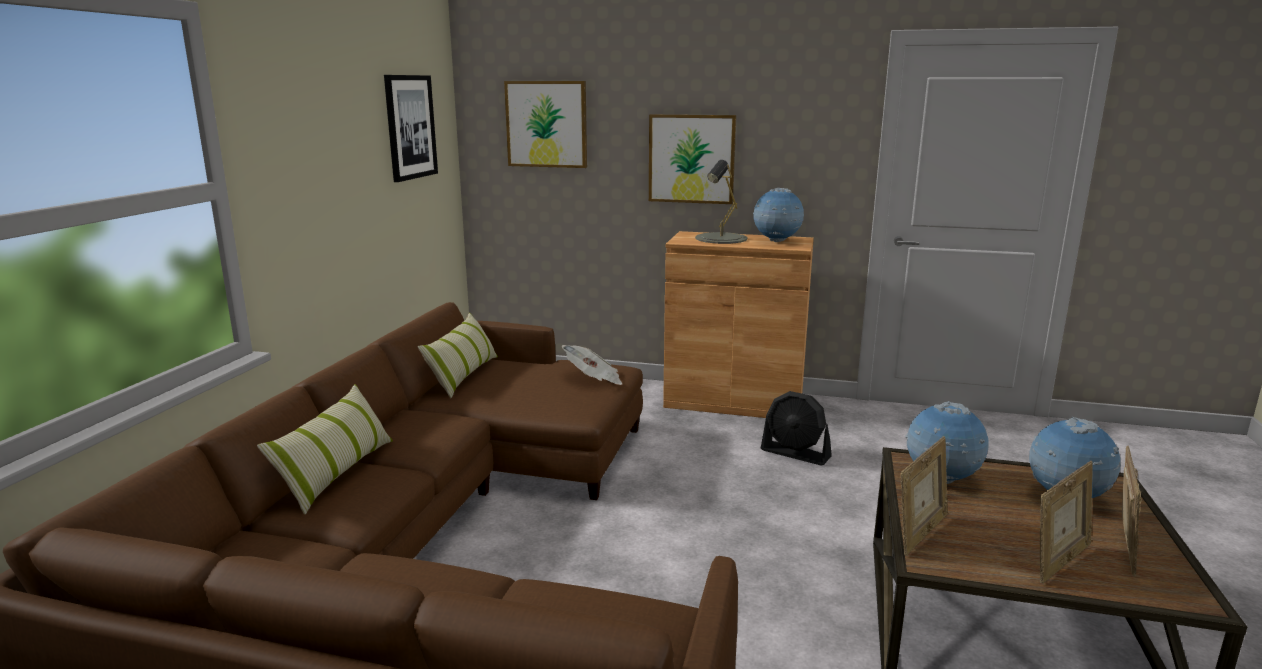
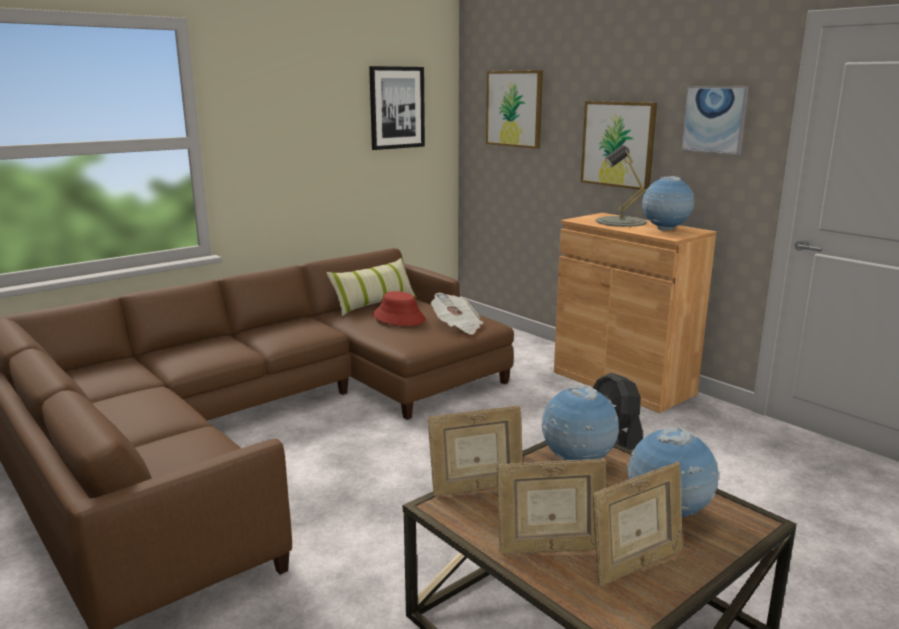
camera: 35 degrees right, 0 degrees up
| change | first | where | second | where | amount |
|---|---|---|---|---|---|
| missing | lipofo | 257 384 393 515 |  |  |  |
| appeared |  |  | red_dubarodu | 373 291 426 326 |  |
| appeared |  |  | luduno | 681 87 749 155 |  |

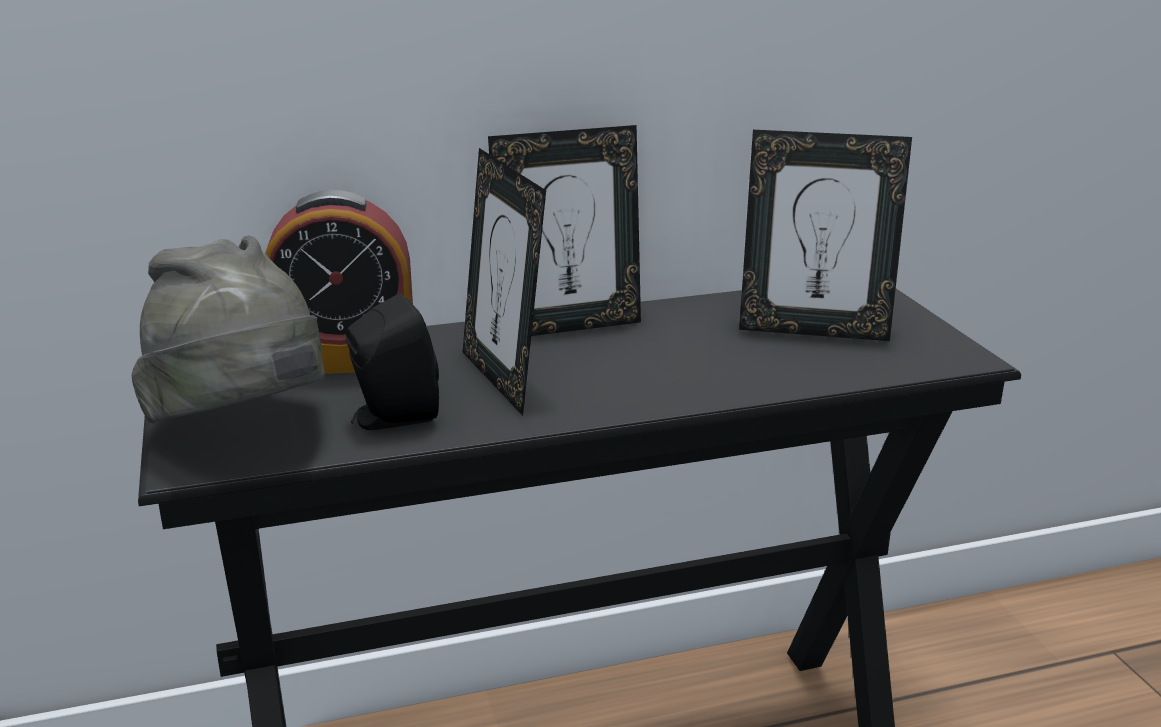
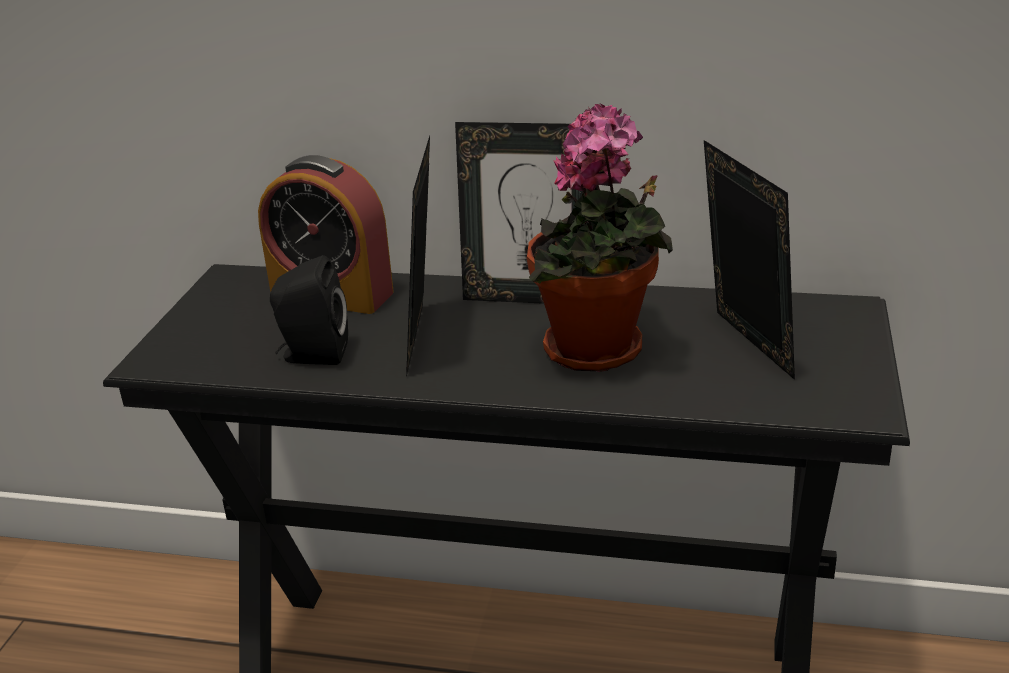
camera: 30 degrees right, 5 degrees up
| change | first | where | second | where | amount |
|---|---|---|---|---|---|
| missing | grey_dubarodu | 131 235 325 424 |  |  |  |
| appeared |  |  | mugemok | 527 103 673 372 |  |
| spun | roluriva | 739 130 912 341 |  | 704 140 795 380 | 150 degrees counterclockwise |

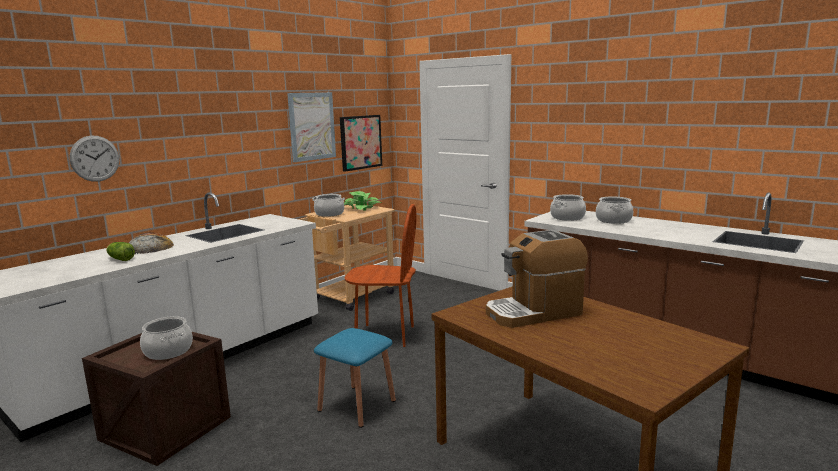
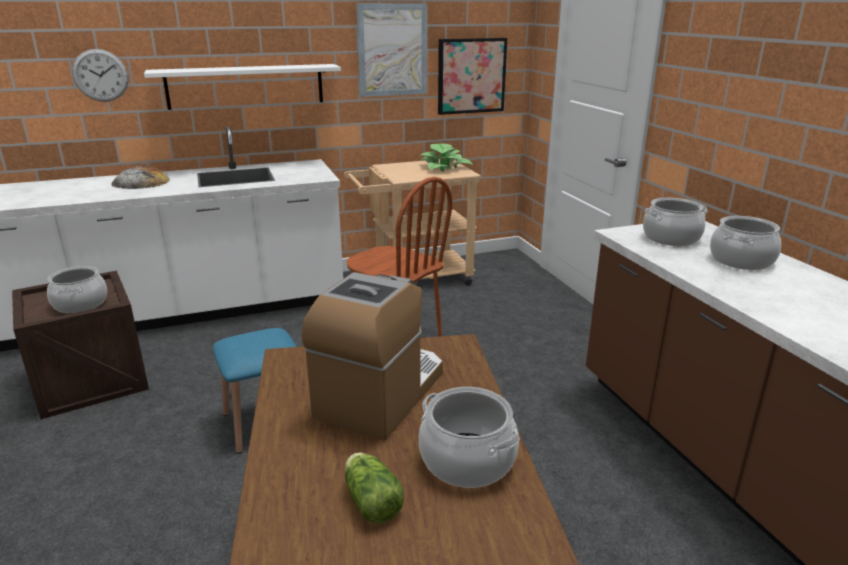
camera: 30 degrees right, 10 degrees up
| change | first | where | second | where | amount |
|---|---|---|---|---|---|
| appeared |  |  | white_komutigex | 144 64 341 110 |  |
| relocated | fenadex | 106 242 135 261 |  | 345 452 404 524 |  |
| relocated | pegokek | 312 194 345 217 |  | 419 387 520 488 |  |
| spun | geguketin | 486 230 588 328 |  | 301 272 443 441 | 105 degrees clockwise |

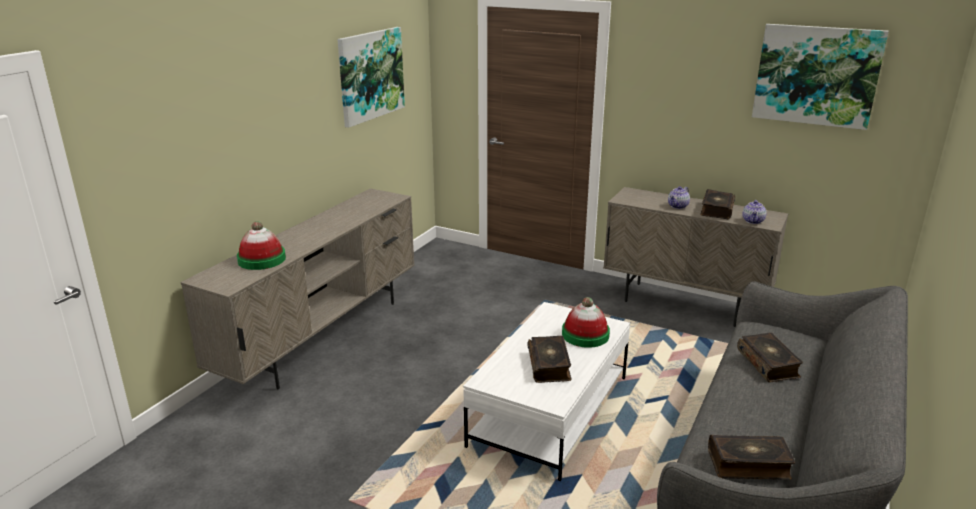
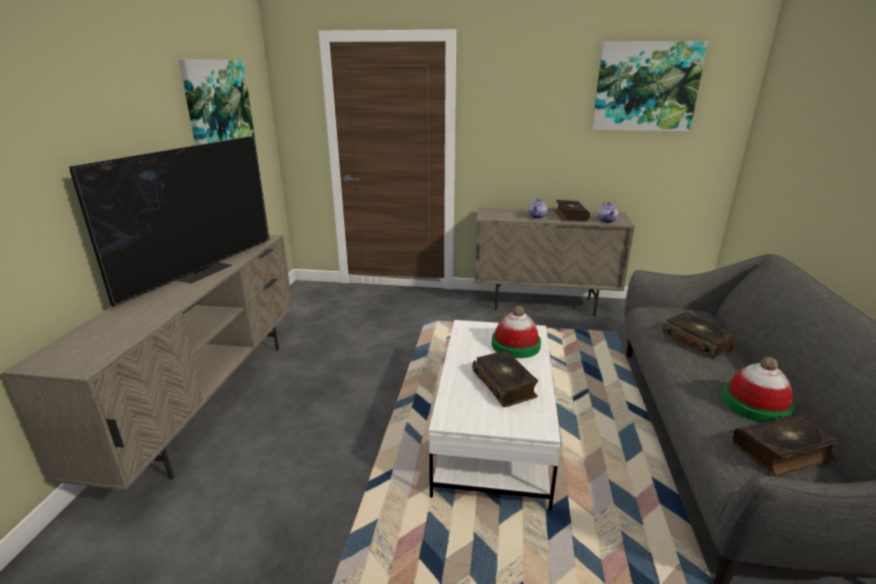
camera: 20 degrees left, 0 degrees up
| change | first | where | second | where | amount |
|---|---|---|---|---|---|
| appeared |  |  | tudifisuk | 69 136 270 307 |  |
| relocated | dubarodu | 237 221 286 270 |  | 722 357 795 423 |  |

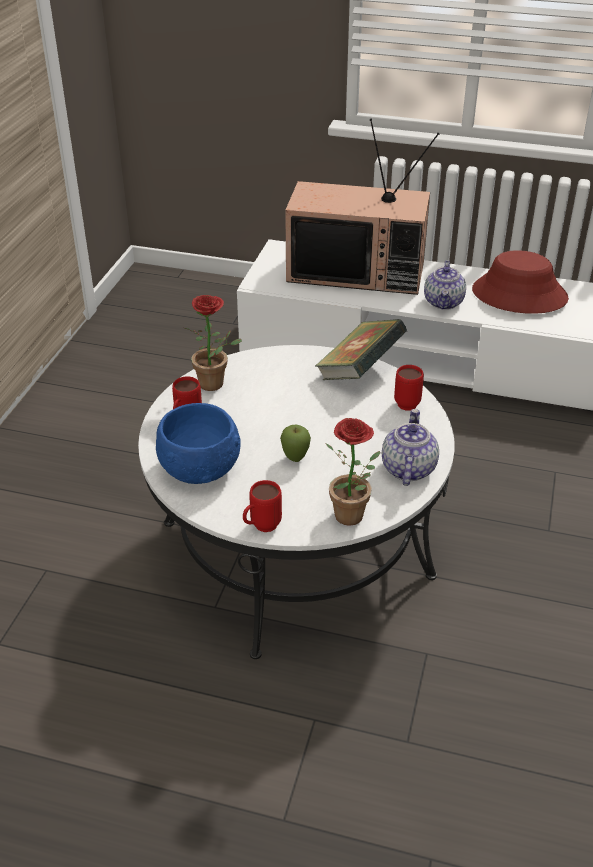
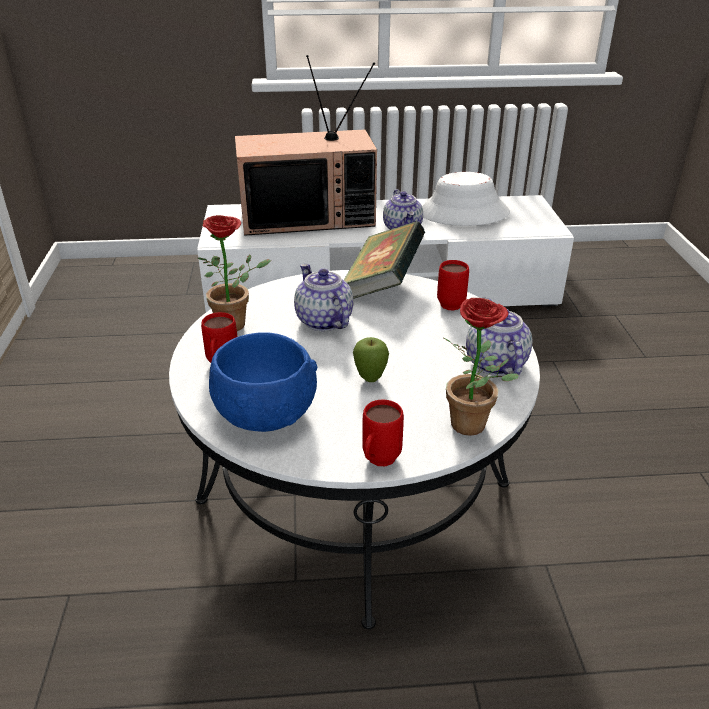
camera: 20 degrees left, 5 degrees down
| change | first | where | second | where | amount |
|---|---|---|---|---|---|
| appeared |  |  | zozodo | 294 264 354 331 |  |
| colour | red_dubarodu | 472 250 569 314 | white_dubarodu | 422 172 510 226 |  |

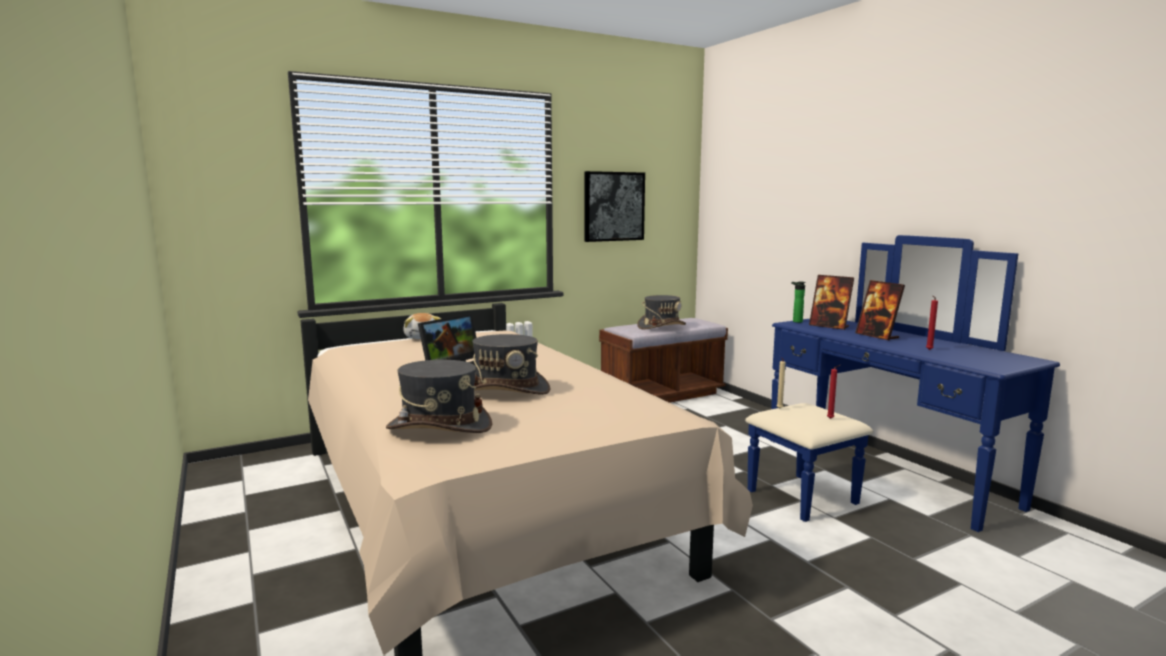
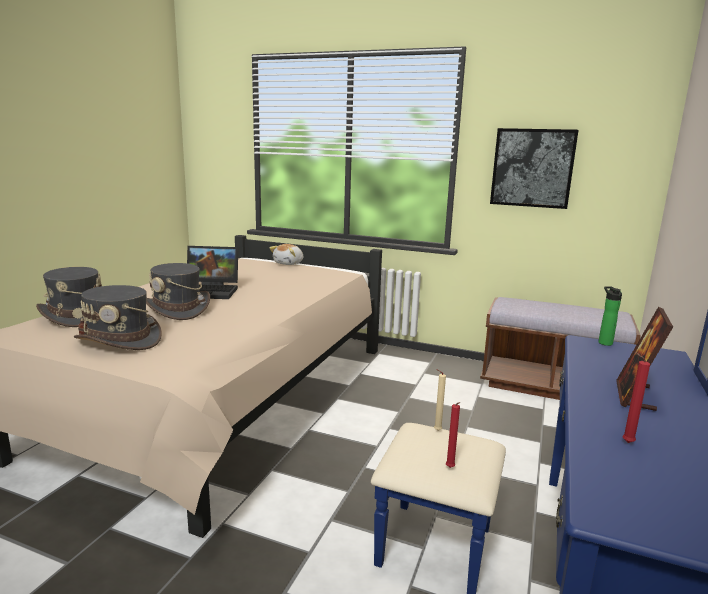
camera: 50 degrees right, 5 degrees up
| change | first | where | second | where | amount |
|---|---|---|---|---|---|
| missing | roluriva | 809 275 854 330 |  |  |  |
| relocated | grey_dubarodu | 637 295 686 329 |  | 74 285 162 350 |  |

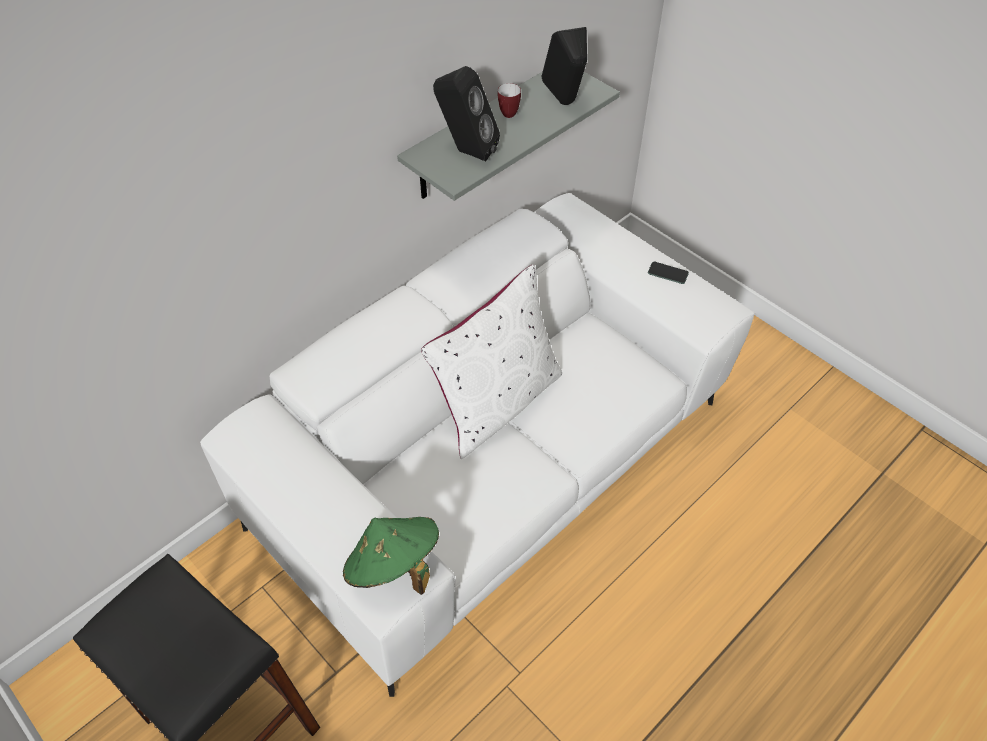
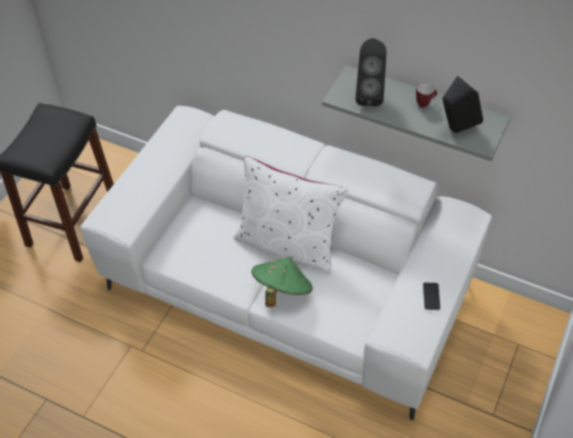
camera: 70 degrees right, 0 degrees up
| change | first | where | second | where | amount |
|---|---|---|---|---|---|
| relocated | green_dubarodu | 343 517 439 595 |  | 251 257 313 307 |  |

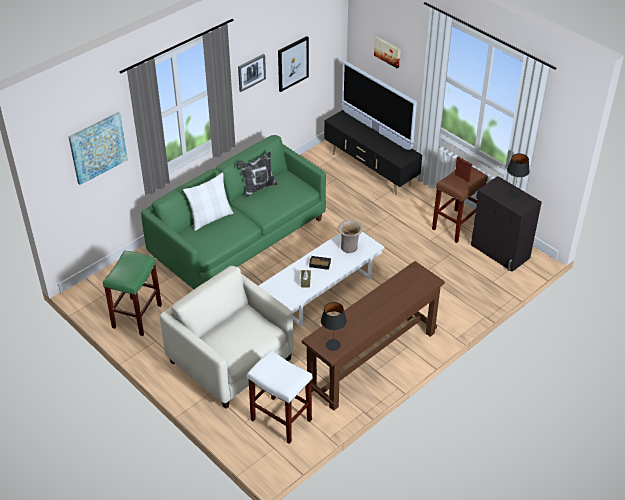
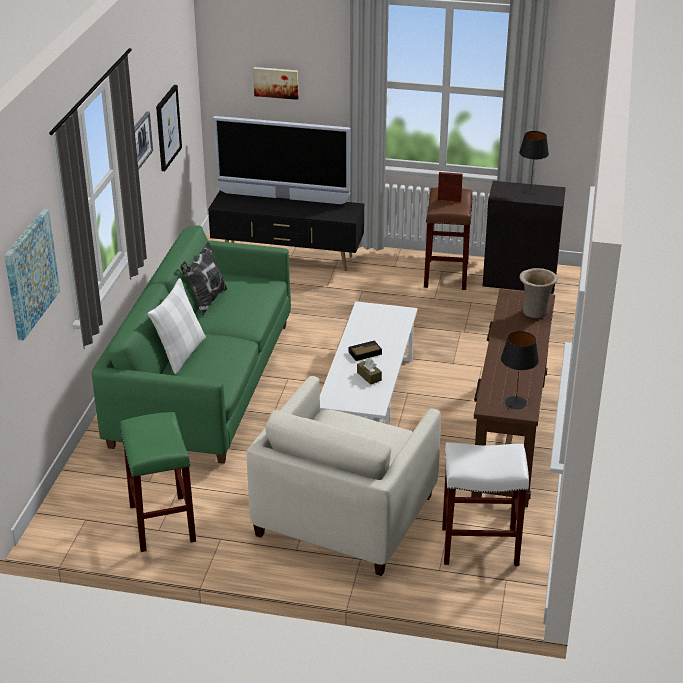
camera: 35 degrees left, 10 degrees down
| change | first | where | second | where | amount |
|---|---|---|---|---|---|
| relocated | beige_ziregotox | 338 220 363 253 |  | 520 268 558 318 |  |
| spun | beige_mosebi | 160 266 294 409 |  | 247 376 441 576 | 75 degrees counterclockwise |

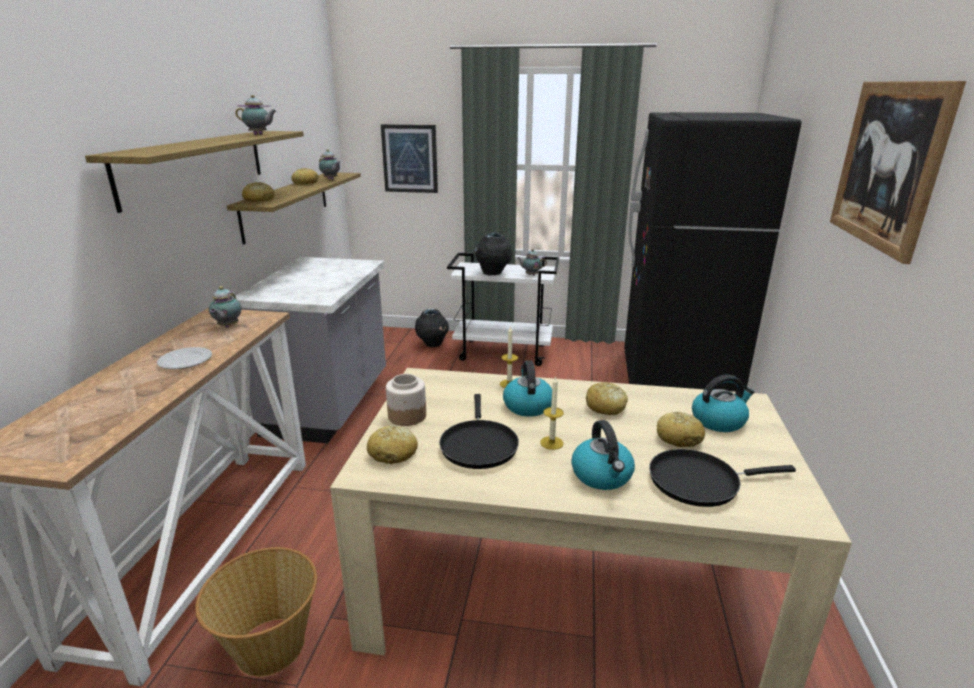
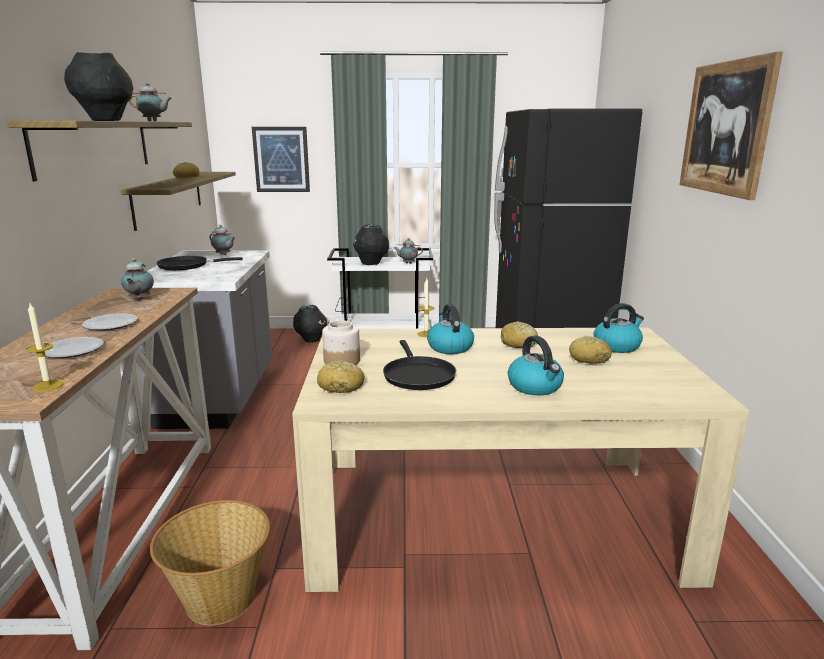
camera: 10 degrees left, 5 degrees down
| change | first | where | second | where | amount |
|---|---|---|---|---|---|
| missing | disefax | 242 182 274 202 |  |  |  |
| appeared |  |  | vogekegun | 45 337 104 358 |  |
| appeared |  |  | black_ziregotox | 64 52 133 121 |  |
| relocated | zozodo | 319 149 341 180 |  | 209 225 236 255 |  |
| relocated | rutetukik | 540 376 564 450 |  | 26 303 64 392 |  |
| relocated | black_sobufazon | 649 449 796 507 |  | 157 256 243 270 |  |

